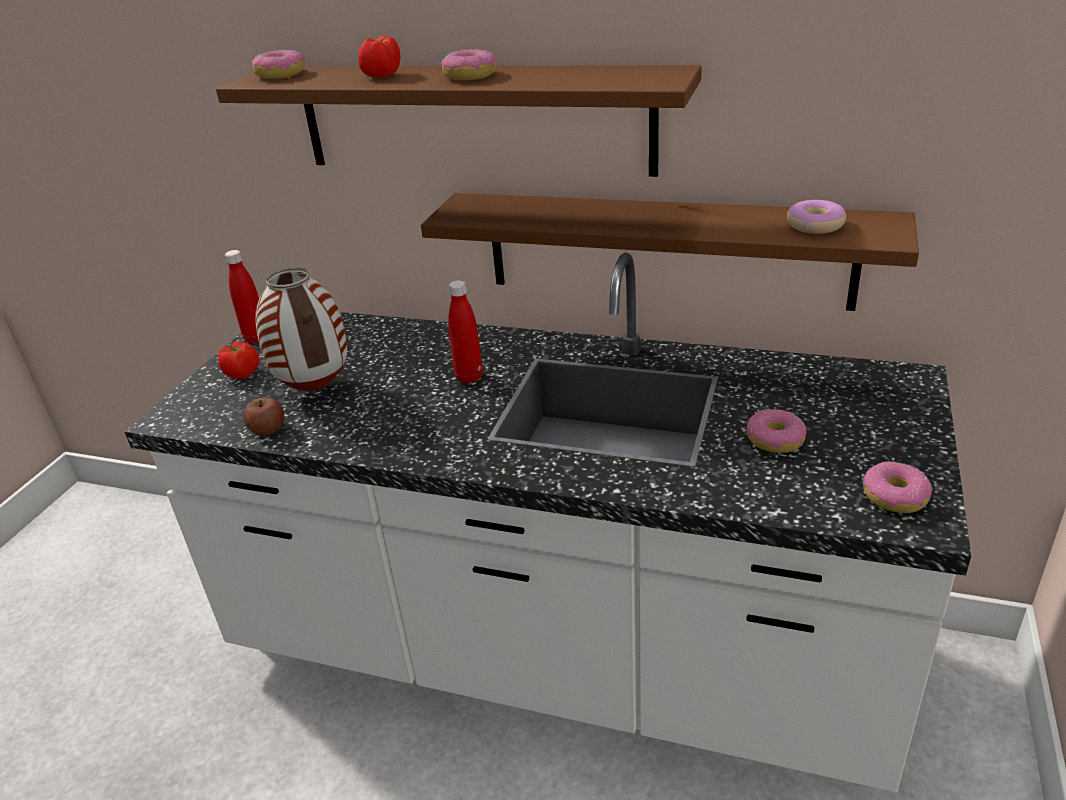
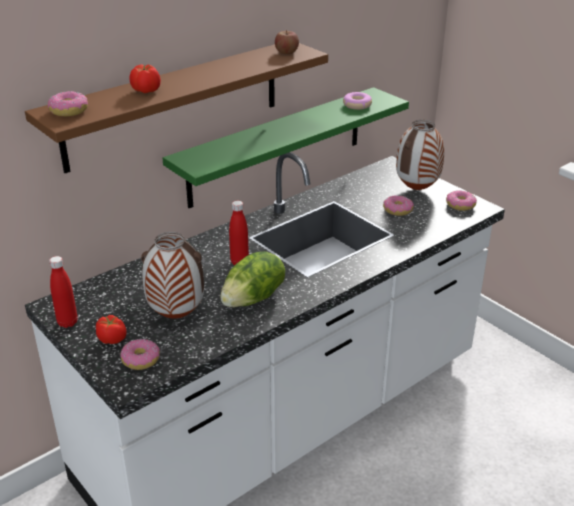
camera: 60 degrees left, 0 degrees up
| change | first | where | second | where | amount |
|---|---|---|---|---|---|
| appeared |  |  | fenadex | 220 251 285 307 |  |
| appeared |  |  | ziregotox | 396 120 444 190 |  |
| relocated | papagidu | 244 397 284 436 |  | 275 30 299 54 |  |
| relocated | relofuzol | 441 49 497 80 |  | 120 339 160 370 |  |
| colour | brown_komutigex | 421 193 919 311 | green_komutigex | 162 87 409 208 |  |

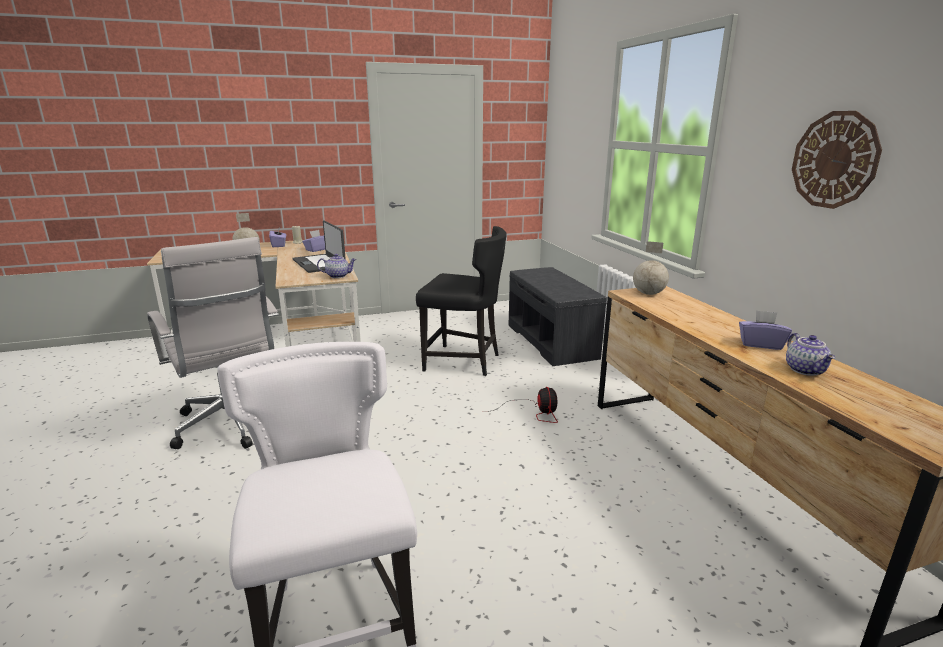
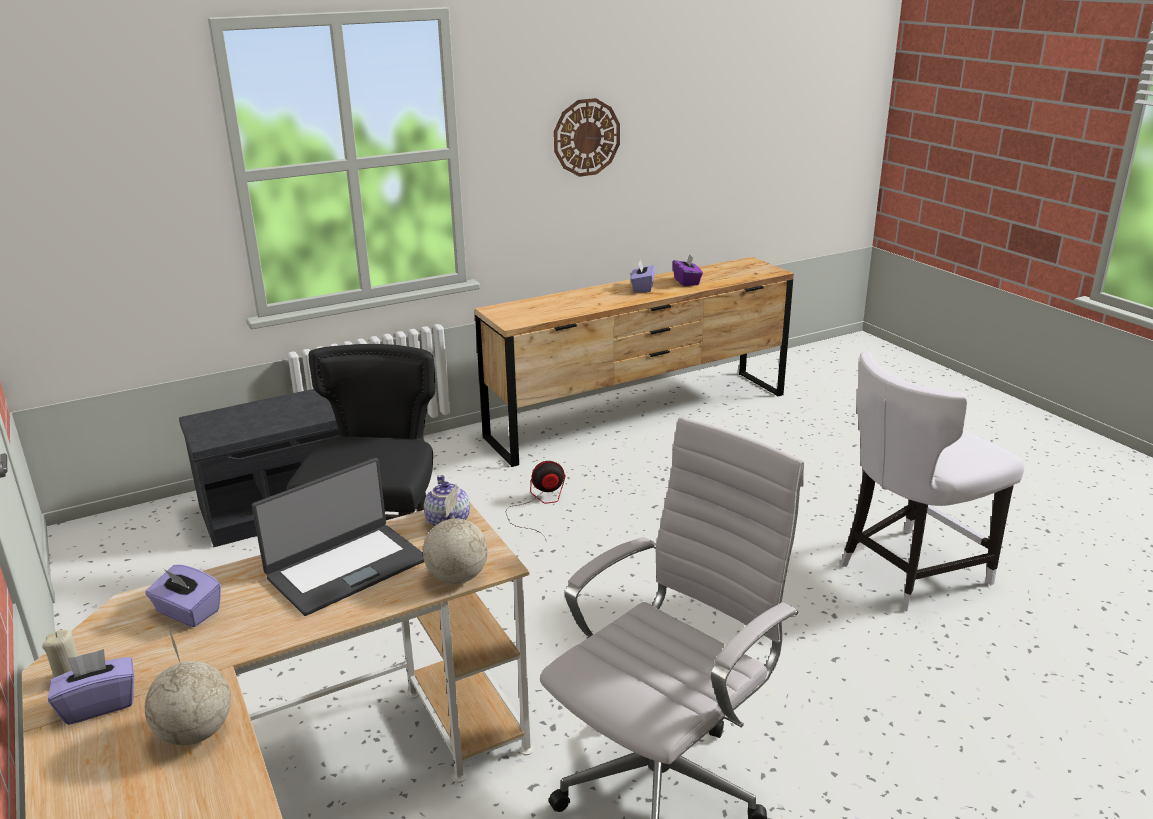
camera: 100 degrees left, 5 degrees up
| change | first | where | second | where | amount |
|---|---|---|---|---|---|
| relocated | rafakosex | 633 241 669 295 |  | 423 486 488 584 |  |
| exchanged | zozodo | 786 333 835 376 | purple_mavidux | 672 255 703 286 |  |

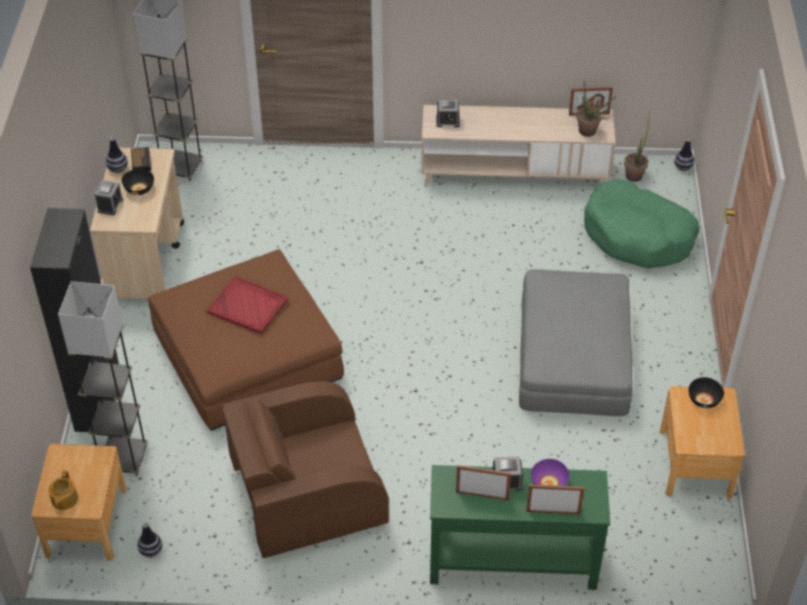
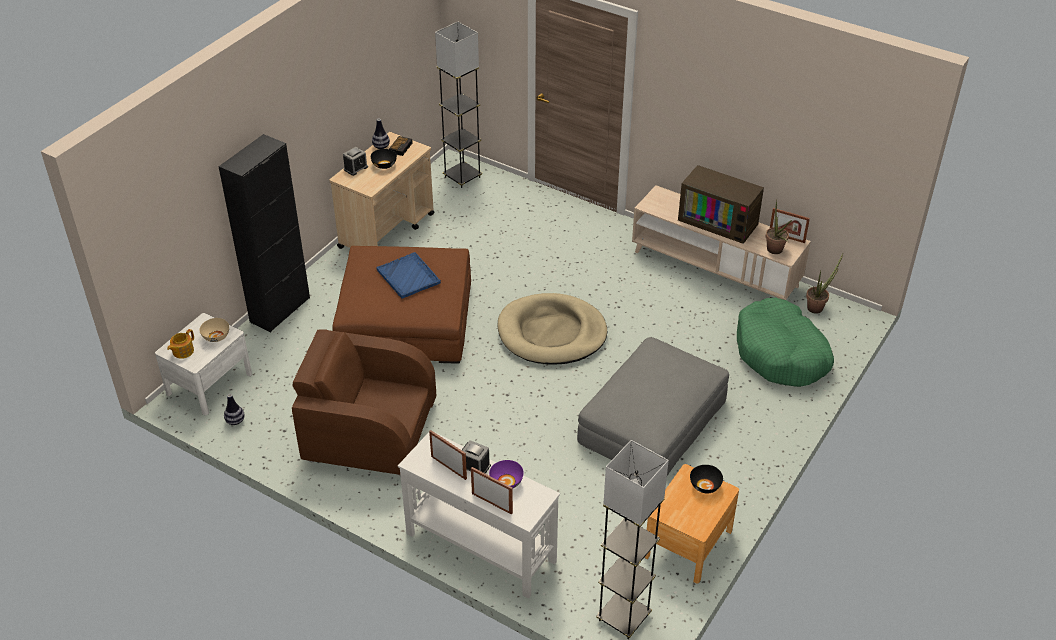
camera: 30 degrees right, 5 degrees down
| change | first | where | second | where | amount |
|---|---|---|---|---|---|
| missing | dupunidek | 436 100 460 127 |  |  |  |
| missing | ziregotox | 674 139 694 171 |  |  |  |
| appeared |  |  | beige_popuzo | 199 318 229 342 |  |
| appeared |  |  | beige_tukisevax | 497 293 607 365 |  |
| appeared |  |  | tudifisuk | 678 165 764 244 |  |
| relocated | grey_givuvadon | 58 281 148 476 |  | 596 440 669 639 |  |
| colour | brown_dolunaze | 31 444 127 560 | white_dolunaze | 155 313 252 415 |  |
| colour | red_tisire | 206 276 288 334 | blue_tisire | 376 252 441 299 |  |
| colour | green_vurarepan | 430 465 610 590 | white_vurarepan | 398 432 560 598 |  |

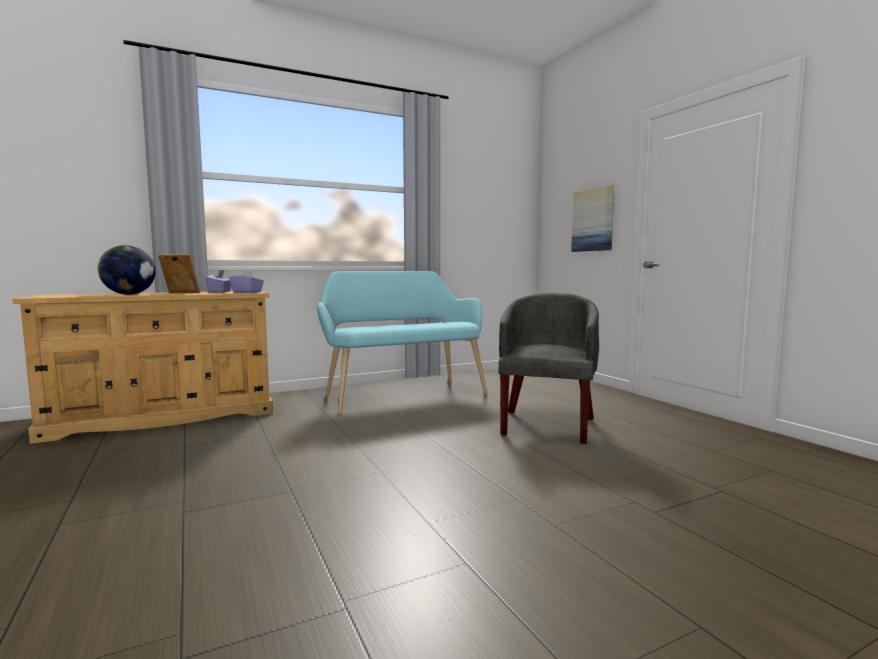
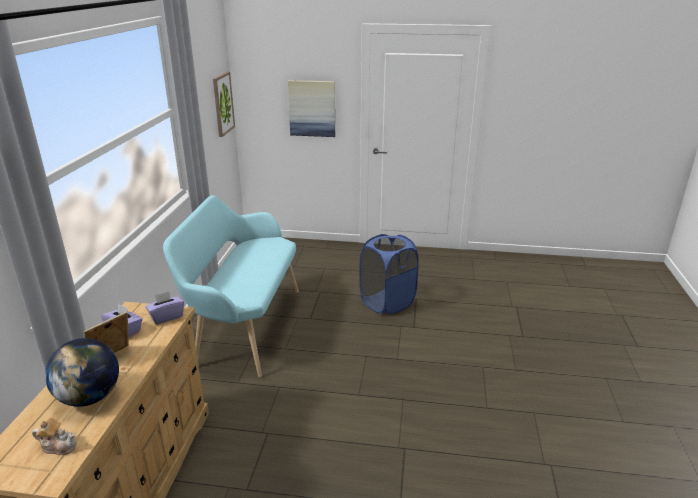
camera: 55 degrees left, 20 degrees up
| change | first | where | second | where | amount |
|---|---|---|---|---|---|
| appeared |  |  | zozodo | 32 417 77 455 |  |
| appeared |  |  | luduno | 213 72 235 137 |  |
| exchanged | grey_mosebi | 499 293 599 444 | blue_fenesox | 359 234 419 314 |  |

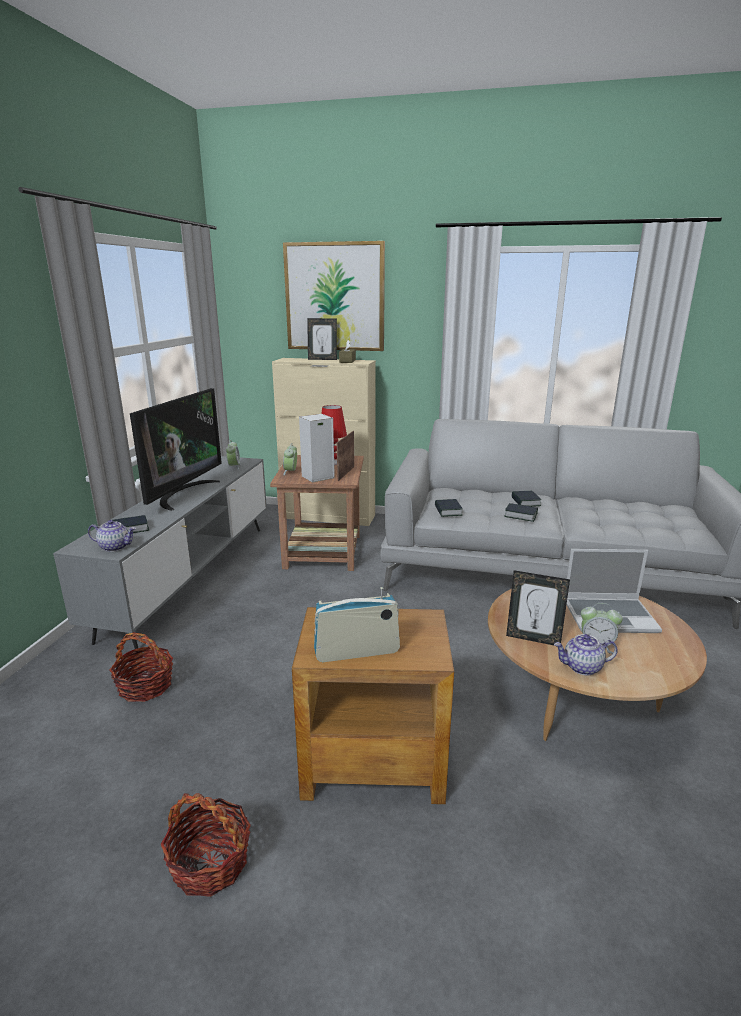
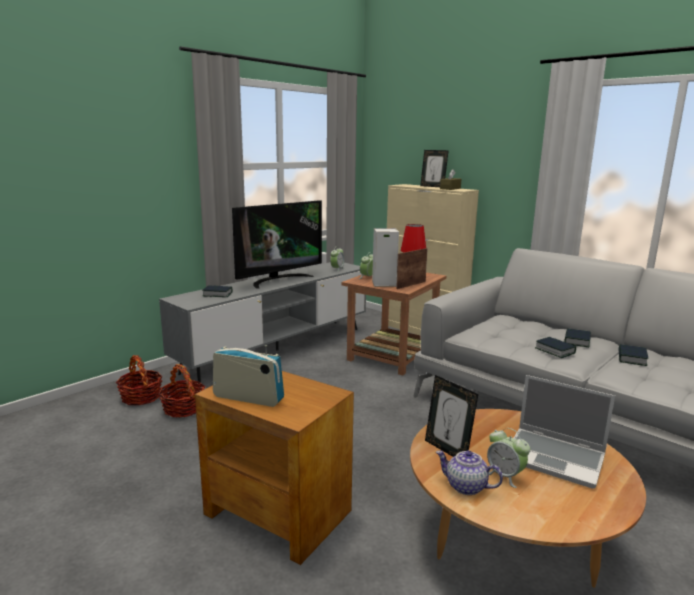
camera: 30 degrees right, 5 degrees down
| change | first | where | second | where | amount |
|---|---|---|---|---|---|
| missing | zozodo | 88 520 136 552 |  |  |  |
| missing | luduno | 283 241 385 351 |  |  |  |
| relocated | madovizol | 161 793 251 897 |  | 116 355 163 406 |  |
| relocated | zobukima | 435 499 463 517 |  | 618 344 648 366 |  |

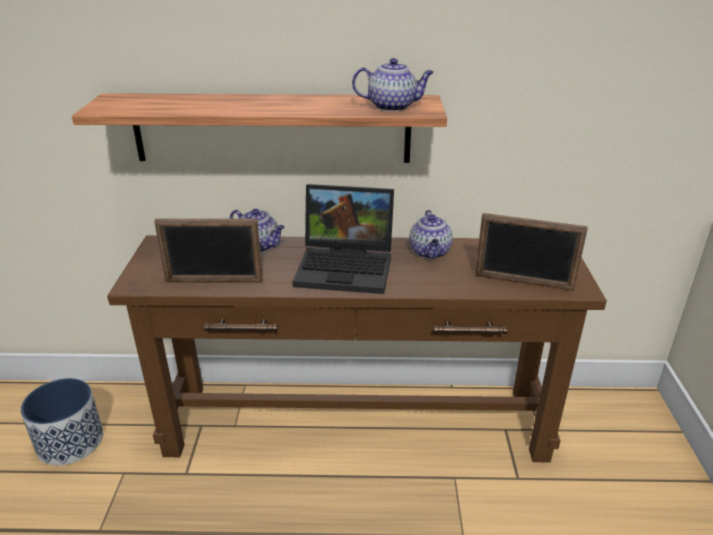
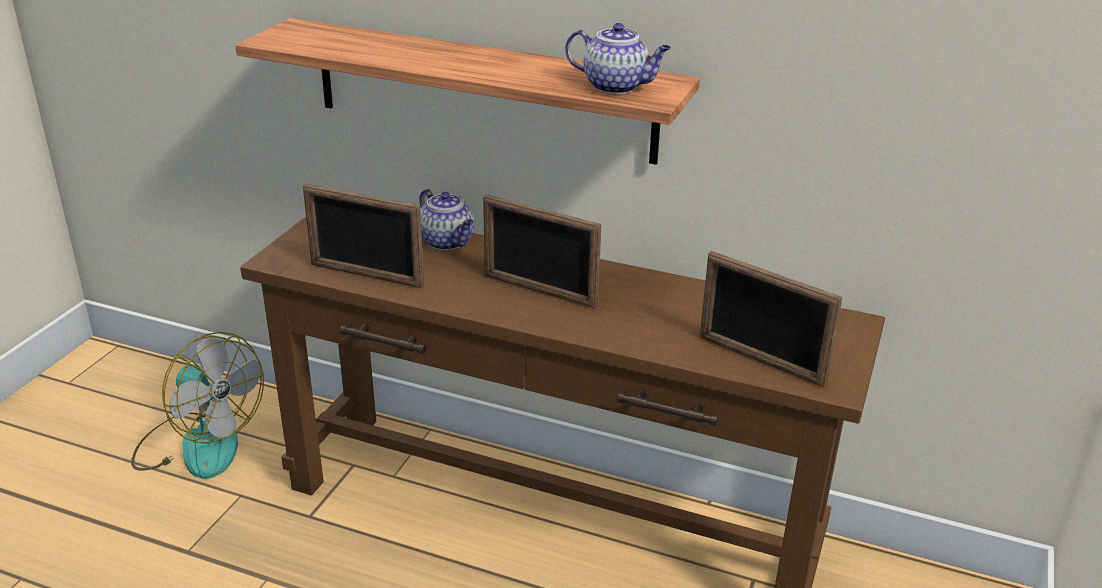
camera: 20 degrees right, 0 degrees up
| change | first | where | second | where | amount |
|---|---|---|---|---|---|
| missing | zozodo | 409 210 453 259 |  |  |  |
| exchanged | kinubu | 20 378 103 466 | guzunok | 131 332 264 479 |  |
| exchanged | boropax | 293 184 394 294 | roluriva | 483 194 601 308 |  |

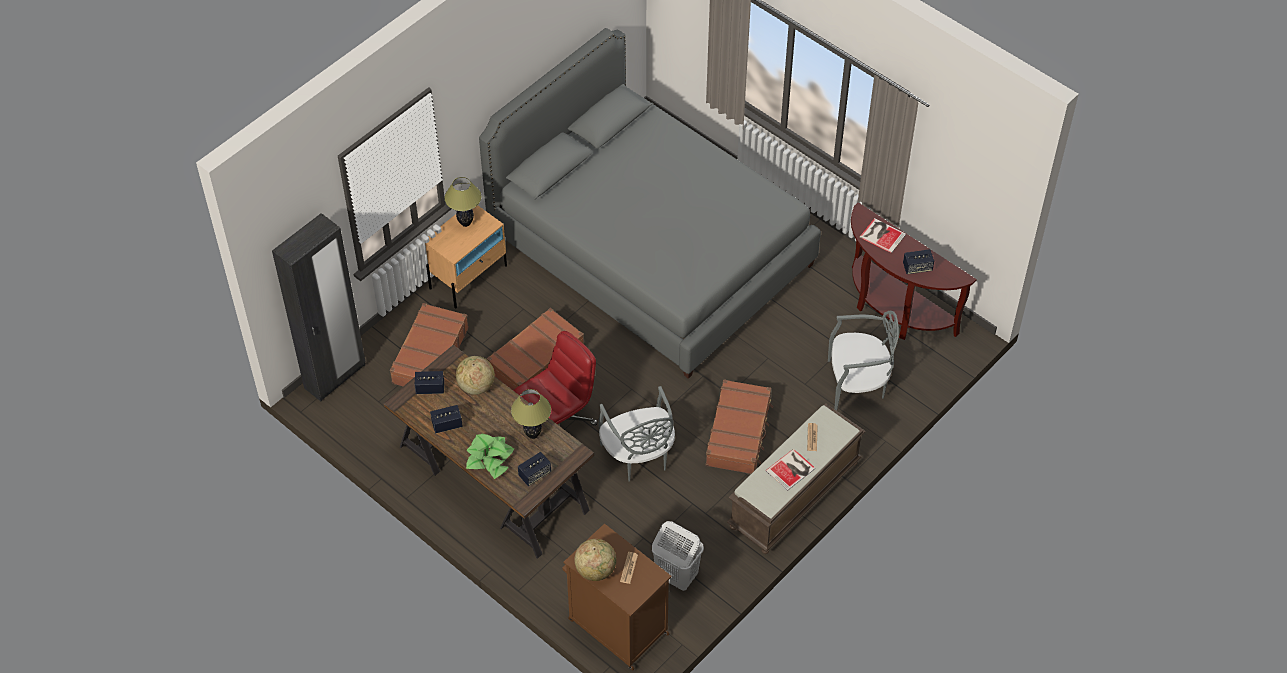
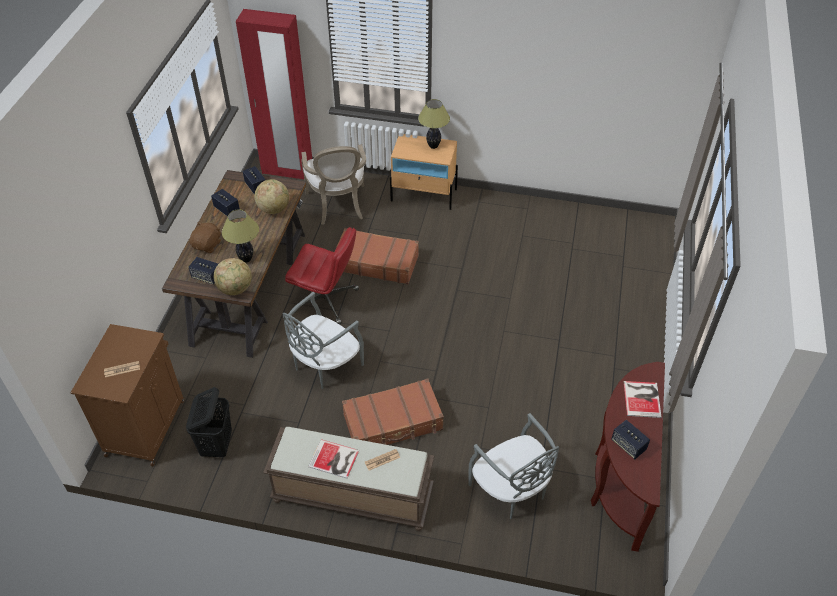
camera: 60 degrees right, 5 degrees down
| change | first | where | second | where | amount |
|---|---|---|---|---|---|
| missing | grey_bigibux | 479 28 821 379 |  |  |  |
| relocated | rafakosex | 574 539 616 581 |  | 214 258 252 295 |  |
| exchanged | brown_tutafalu | 390 303 469 386 | mosebi | 301 144 366 225 |  |
| exchanged | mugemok | 466 434 514 479 | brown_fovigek | 190 222 221 253 |  |
| colour | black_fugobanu | 272 213 366 402 | red_fugobanu | 236 9 312 179 |  |
| colour | white_fenesox | 652 521 704 591 | black_fenesox | 186 387 232 457 |  |

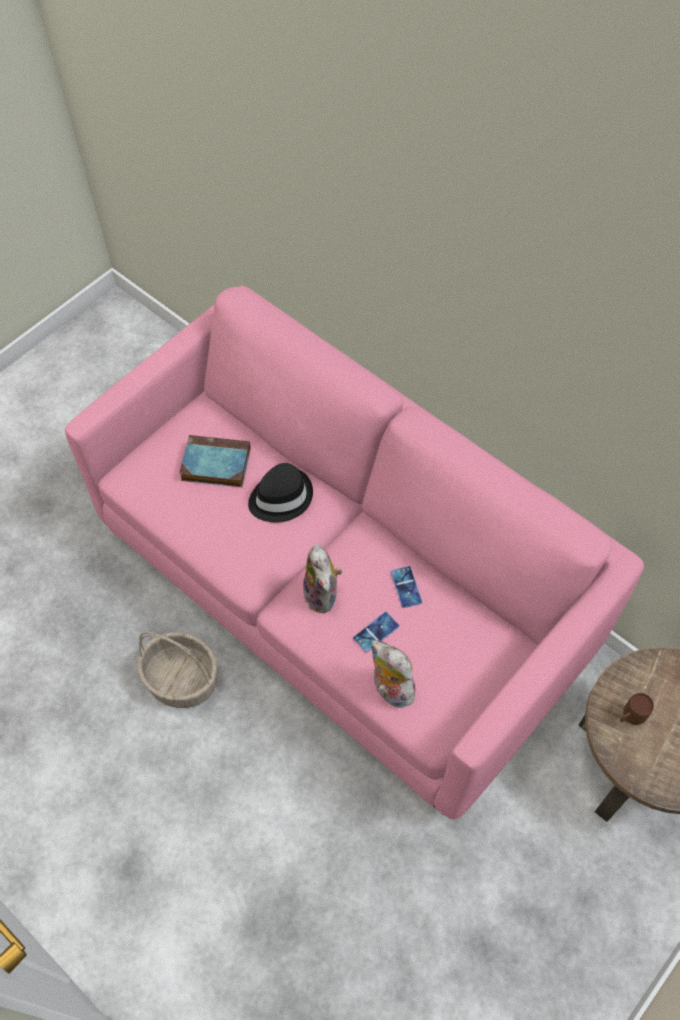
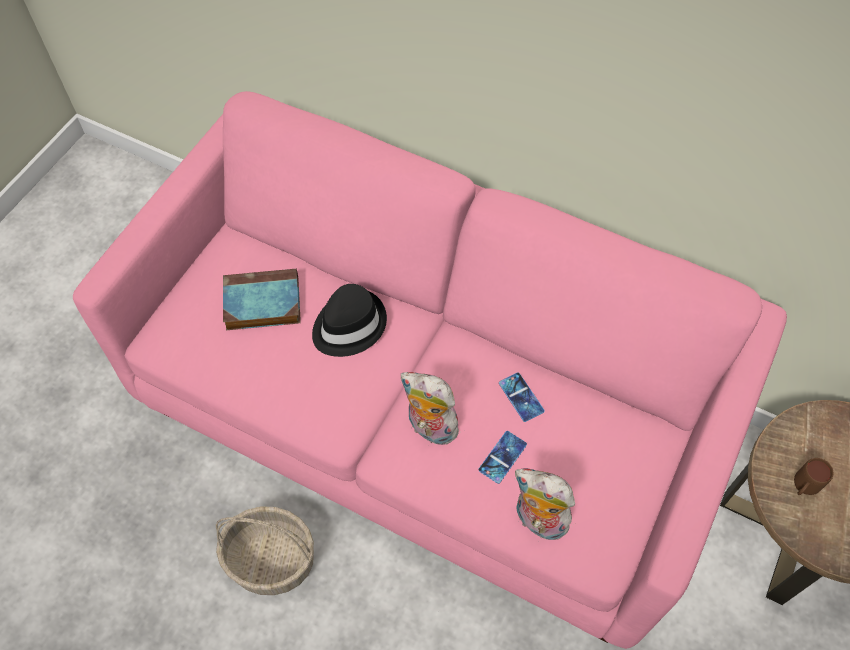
camera: 15 degrees left, 0 degrees up
| change | first | where | second | where | amount |
|---|---|---|---|---|---|
| spun | fovigek | 303 544 342 613 |  | 401 372 459 445 | 150 degrees clockwise |

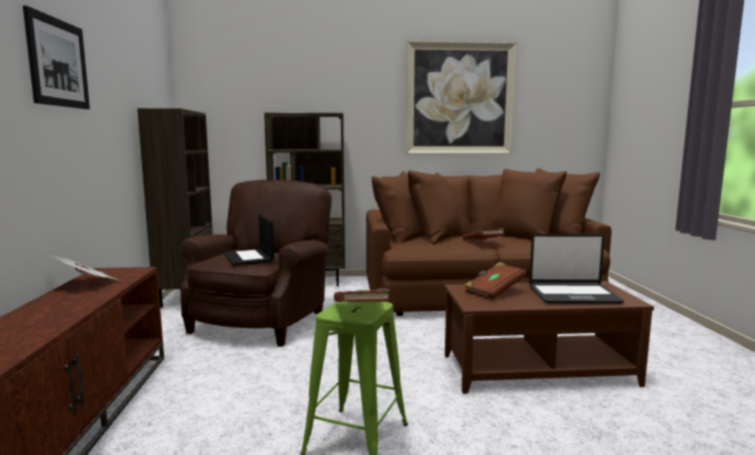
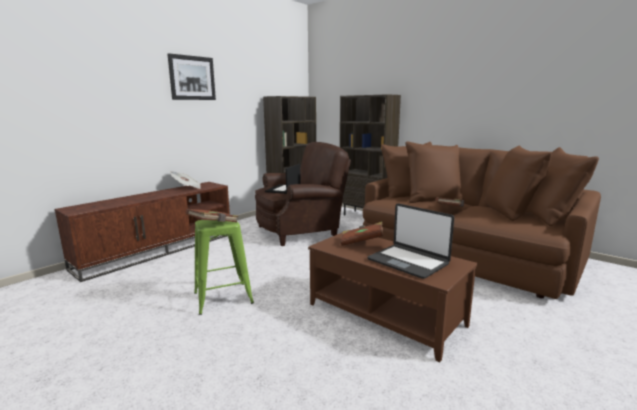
camera: 45 degrees right, 5 degrees up
| change | first | where | second | where | amount |
|---|---|---|---|---|---|
| missing | luduno | 406 41 517 154 |  |  |  |

